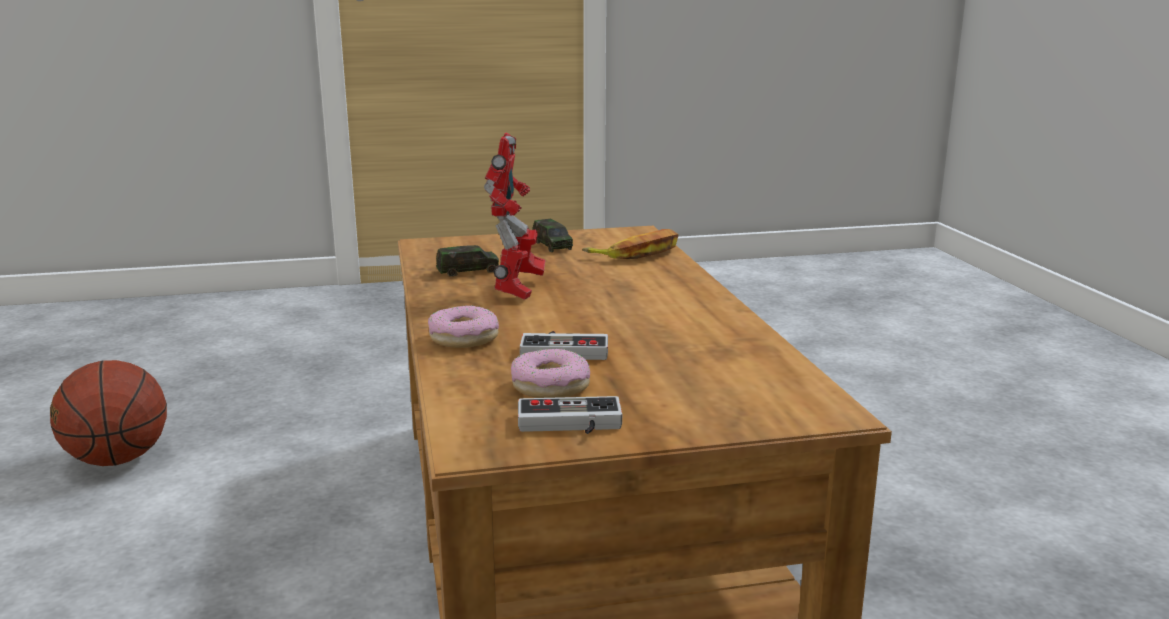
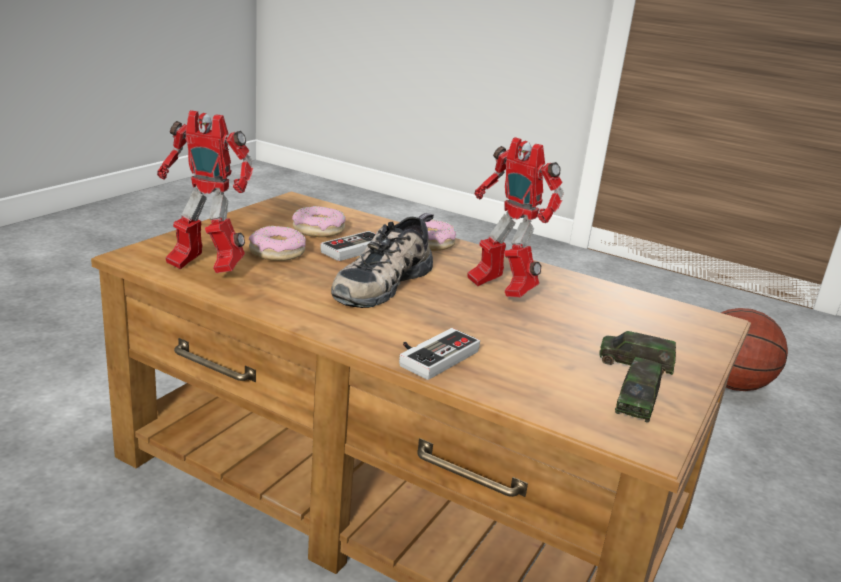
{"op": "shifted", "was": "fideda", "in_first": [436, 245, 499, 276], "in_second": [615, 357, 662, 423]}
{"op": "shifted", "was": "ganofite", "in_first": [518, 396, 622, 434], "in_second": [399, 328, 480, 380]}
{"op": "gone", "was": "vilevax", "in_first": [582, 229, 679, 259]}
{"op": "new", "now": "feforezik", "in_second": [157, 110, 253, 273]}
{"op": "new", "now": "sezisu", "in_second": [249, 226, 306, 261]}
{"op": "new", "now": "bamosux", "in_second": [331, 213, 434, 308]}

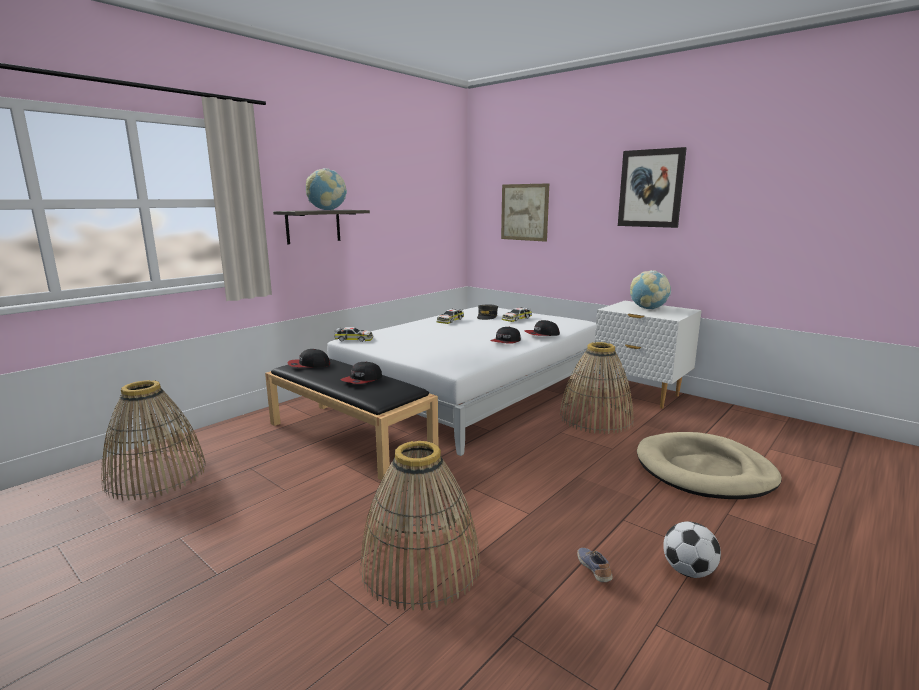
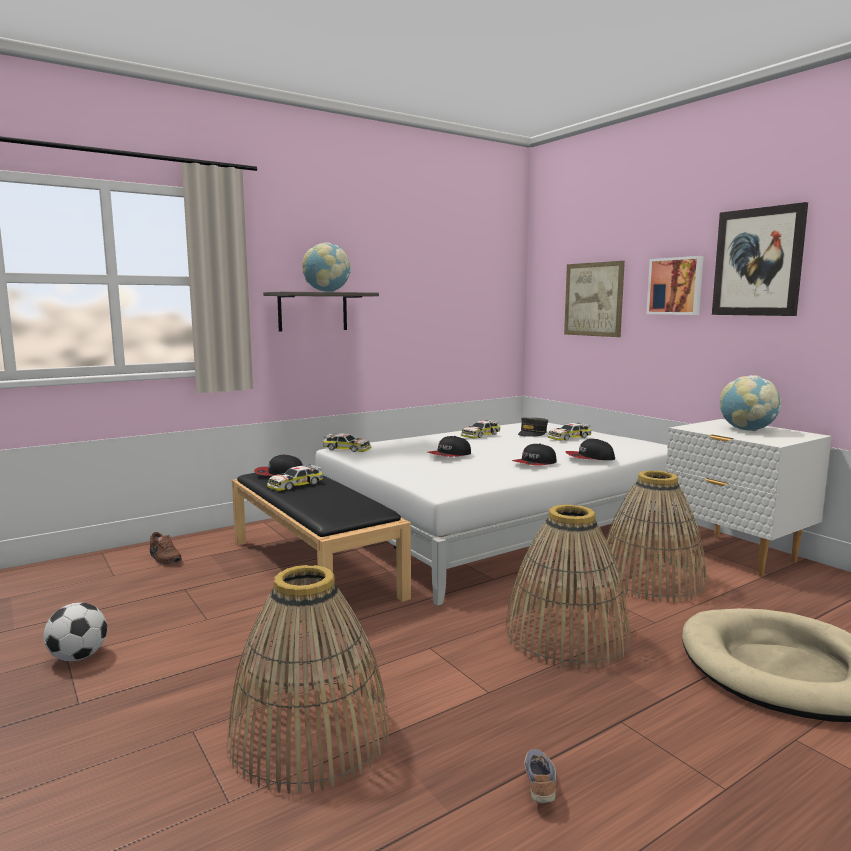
{"op": "shifted", "was": "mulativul", "in_first": [101, 380, 206, 500], "in_second": [505, 505, 631, 670]}
{"op": "shifted", "was": "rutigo", "in_first": [340, 362, 382, 384], "in_second": [427, 436, 471, 457]}
{"op": "shifted", "was": "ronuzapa", "in_first": [663, 521, 721, 578], "in_second": [43, 603, 107, 661]}
{"op": "new", "now": "bamosux (brown)", "in_second": [150, 532, 182, 564]}
{"op": "new", "now": "fideda", "in_second": [267, 464, 323, 491]}
{"op": "new", "now": "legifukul", "in_second": [646, 256, 704, 315]}

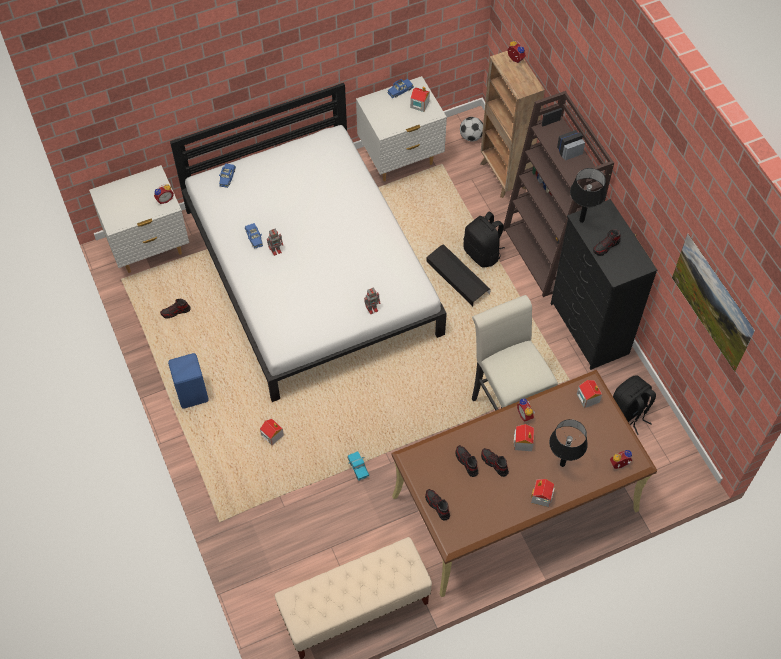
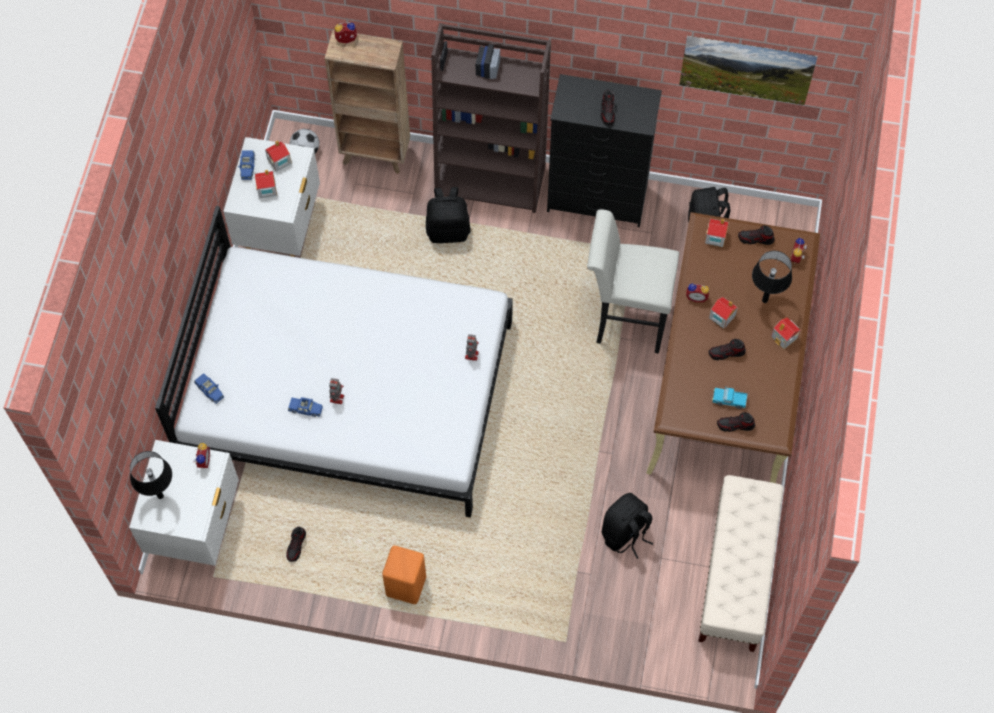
{"op": "repainted", "was": "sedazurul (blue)", "now": "sedazurul (orange)", "in_first": [168, 353, 209, 409], "in_second": [382, 545, 426, 604]}
{"op": "shifted", "was": "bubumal", "in_first": [260, 419, 284, 445], "in_second": [255, 170, 277, 199]}
{"op": "shifted", "was": "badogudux", "in_first": [348, 451, 370, 481], "in_second": [712, 386, 748, 409]}
{"op": "gone", "was": "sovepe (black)", "in_first": [426, 244, 491, 306]}
{"op": "shifted", "was": "bamosux", "in_first": [455, 445, 478, 477], "in_second": [738, 225, 775, 245]}
{"op": "shifted", "was": "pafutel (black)", "in_first": [570, 168, 606, 223], "in_second": [130, 451, 172, 499]}
{"op": "new", "now": "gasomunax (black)", "in_second": [602, 493, 653, 559]}

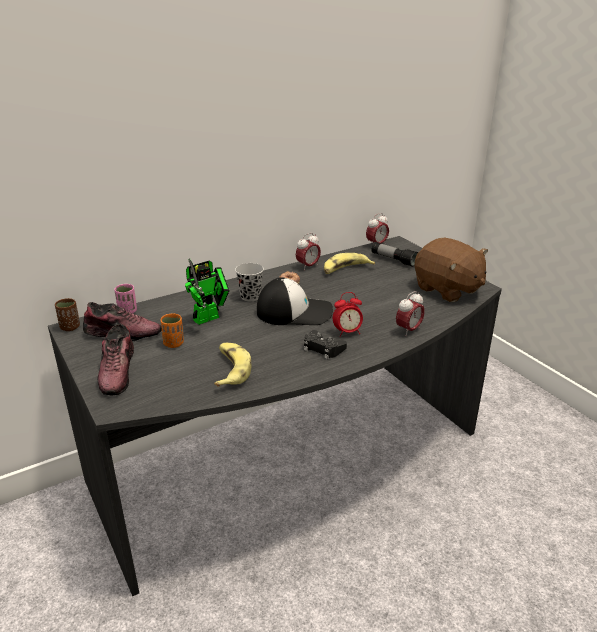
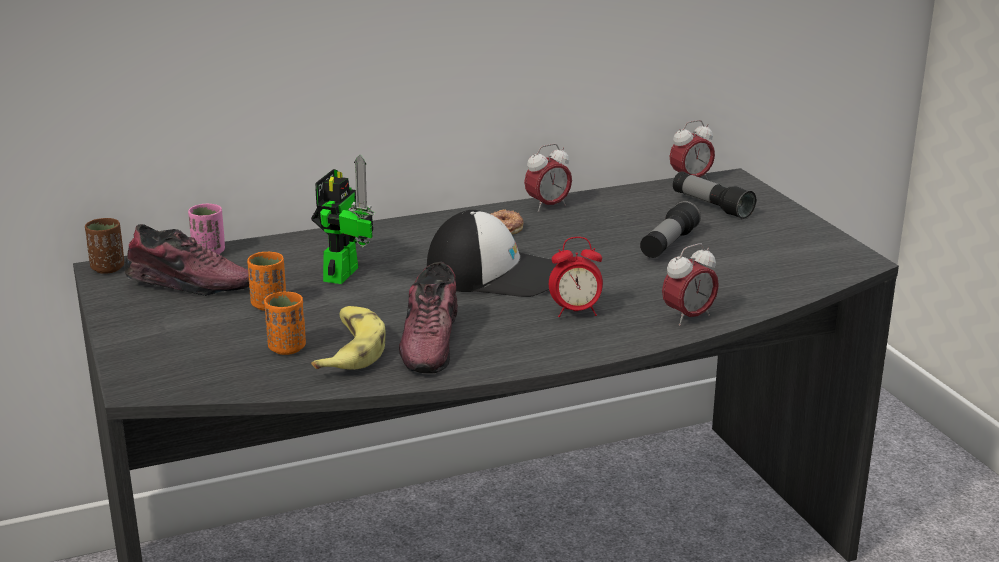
{"op": "shifted", "was": "bamosux", "in_first": [97, 323, 134, 395], "in_second": [399, 262, 458, 373]}
{"op": "rotated", "was": "feforezik", "in_first": [185, 258, 230, 325], "in_second": [311, 154, 375, 284], "clockwise": -45}
{"op": "gone", "was": "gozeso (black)", "in_first": [235, 263, 264, 301]}
{"op": "gone", "was": "ganofite (black)", "in_first": [304, 330, 347, 359]}
{"op": "gone", "was": "vilevax", "in_first": [324, 253, 375, 274]}
{"op": "gone", "was": "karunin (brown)", "in_first": [415, 237, 488, 302]}
{"op": "new", "now": "gozeso (orange)", "in_second": [264, 291, 306, 355]}
{"op": "new", "now": "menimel", "in_second": [640, 201, 701, 258]}

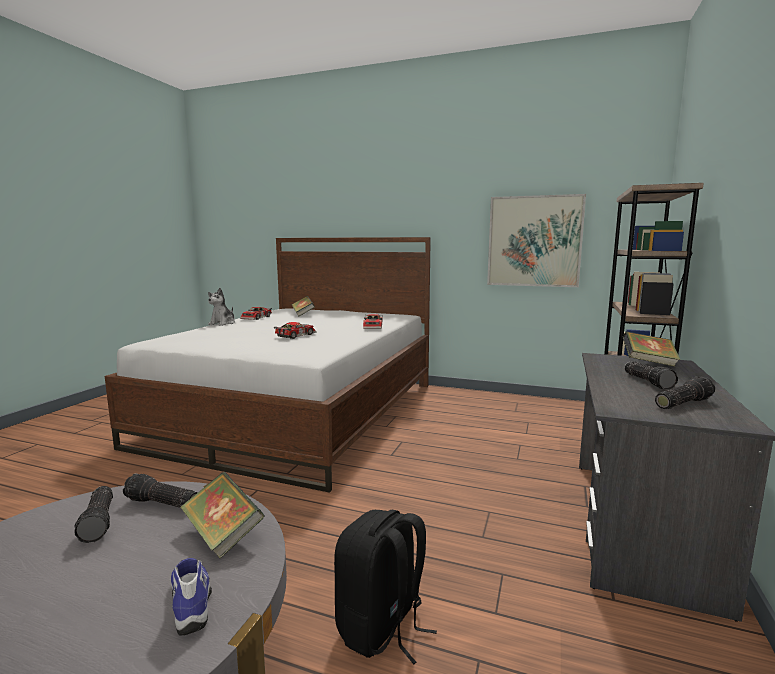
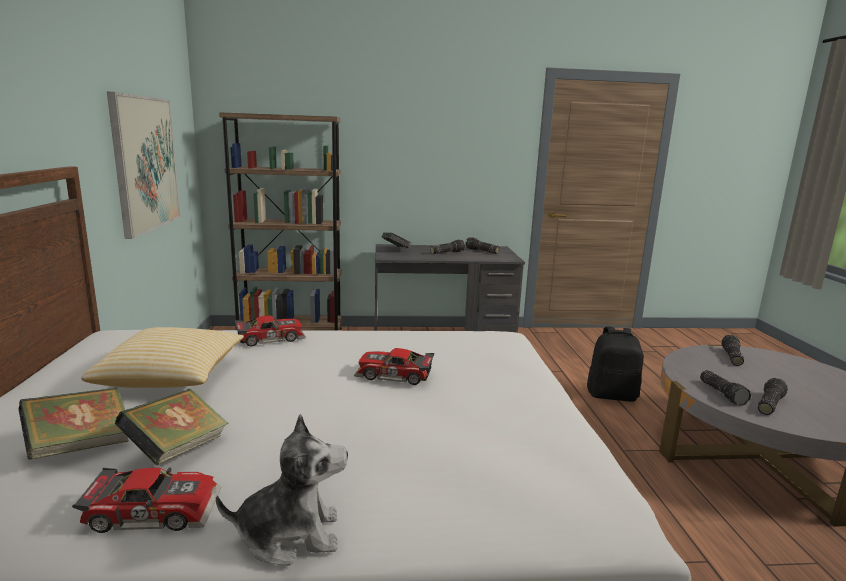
{"op": "swapped", "was": "bamosux", "now": "menimel", "in_first": [171, 558, 212, 636], "in_second": [722, 335, 744, 366]}
{"op": "shifted", "was": "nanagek", "in_first": [180, 472, 264, 559], "in_second": [115, 389, 228, 465]}
{"op": "new", "now": "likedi", "in_second": [81, 327, 244, 388]}

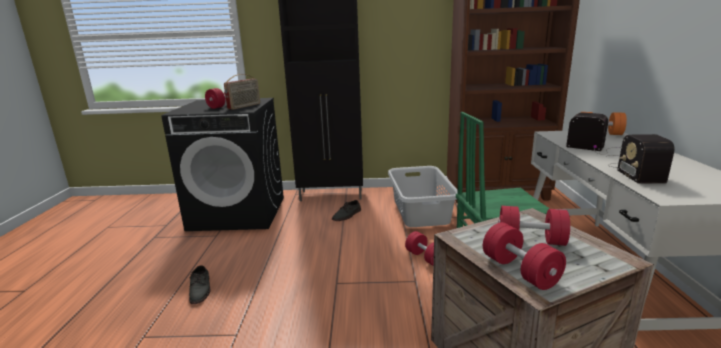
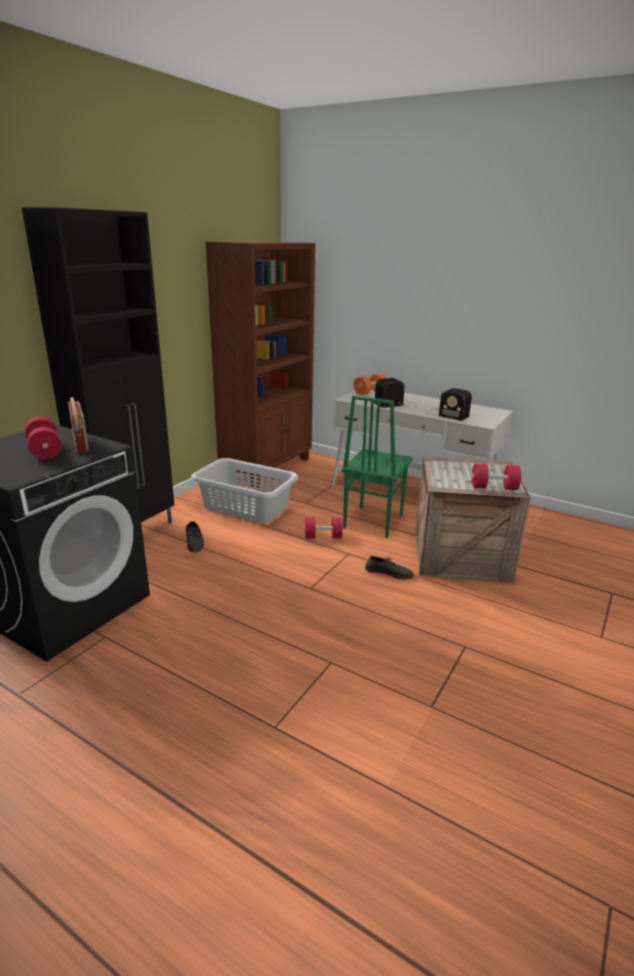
{"op": "shifted", "was": "bamosux (grey)", "in_first": [189, 265, 211, 304], "in_second": [365, 556, 414, 579]}
{"op": "gone", "was": "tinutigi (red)", "in_first": [498, 206, 570, 246]}

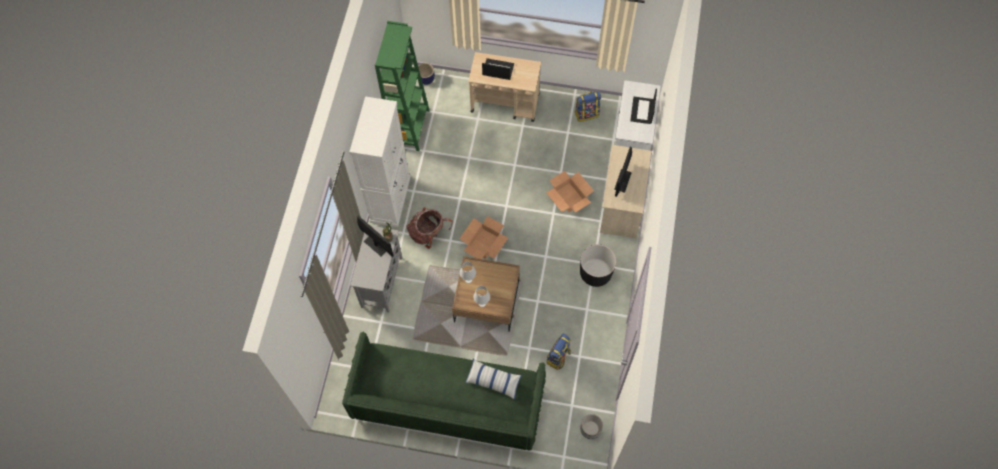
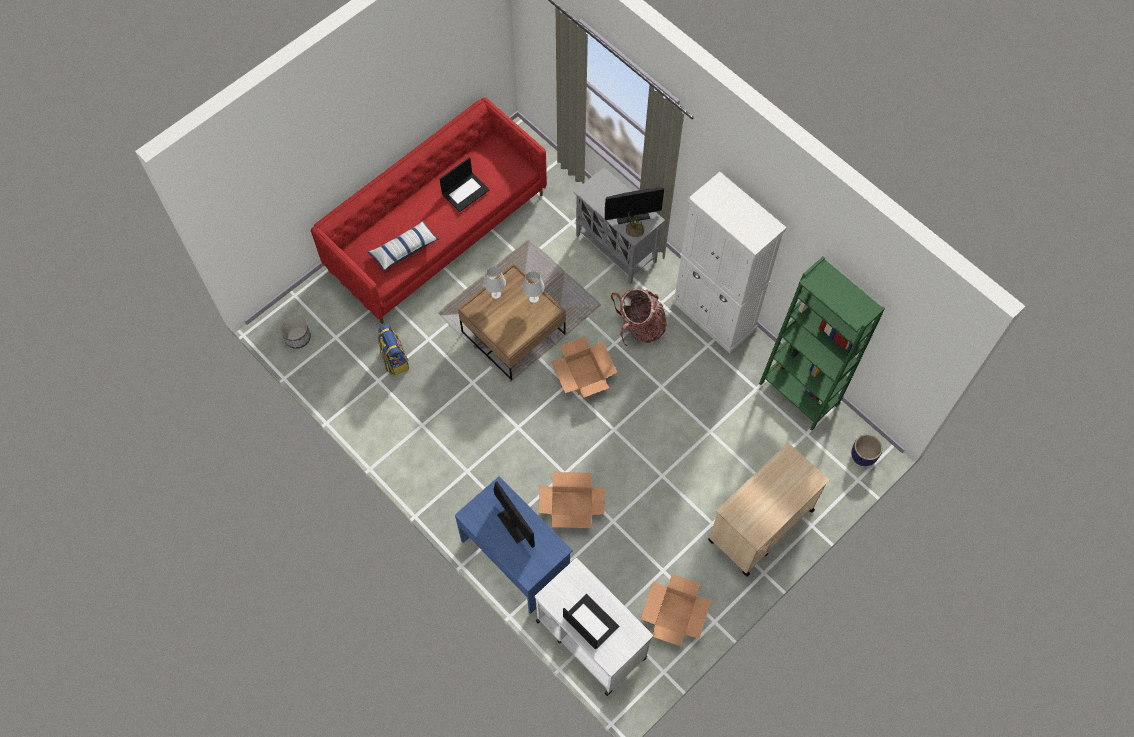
{"op": "repainted", "was": "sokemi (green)", "now": "sokemi (red)", "in_first": [342, 331, 546, 451], "in_second": [311, 98, 547, 324]}
{"op": "shifted", "was": "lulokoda", "in_first": [482, 58, 514, 80], "in_second": [440, 157, 489, 212]}
{"op": "swapped", "was": "gasomunax", "now": "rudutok", "in_first": [575, 91, 601, 122], "in_second": [640, 574, 711, 646]}
{"op": "gone", "was": "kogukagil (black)", "in_first": [580, 244, 616, 287]}
{"op": "repainted", "was": "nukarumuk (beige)", "now": "nukarumuk (blue)", "in_first": [600, 145, 651, 238], "in_second": [455, 476, 573, 614]}

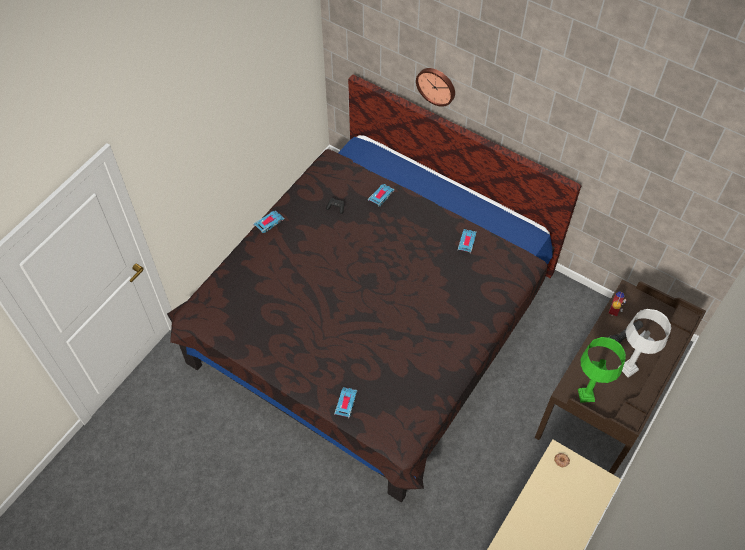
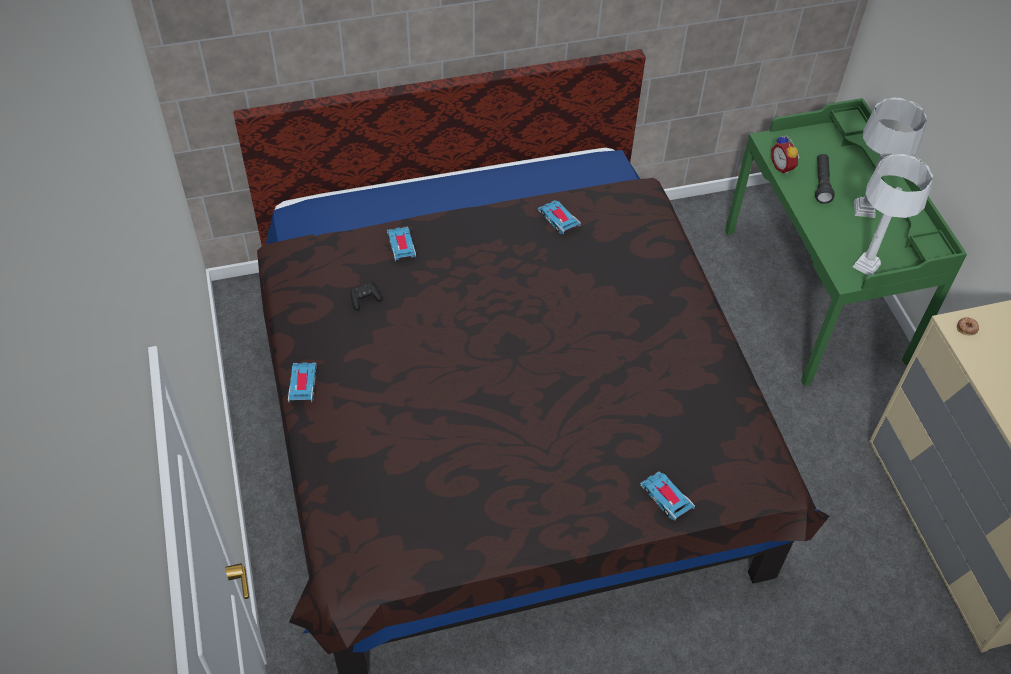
{"op": "gone", "was": "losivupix", "in_first": [416, 68, 455, 107]}
{"op": "repainted", "was": "nukarumuk (brown)", "now": "nukarumuk (green)", "in_first": [535, 279, 706, 475], "in_second": [725, 98, 967, 386]}
{"op": "repainted", "was": "pafutel (green)", "now": "pafutel (white)", "in_first": [578, 337, 626, 403], "in_second": [853, 154, 933, 276]}

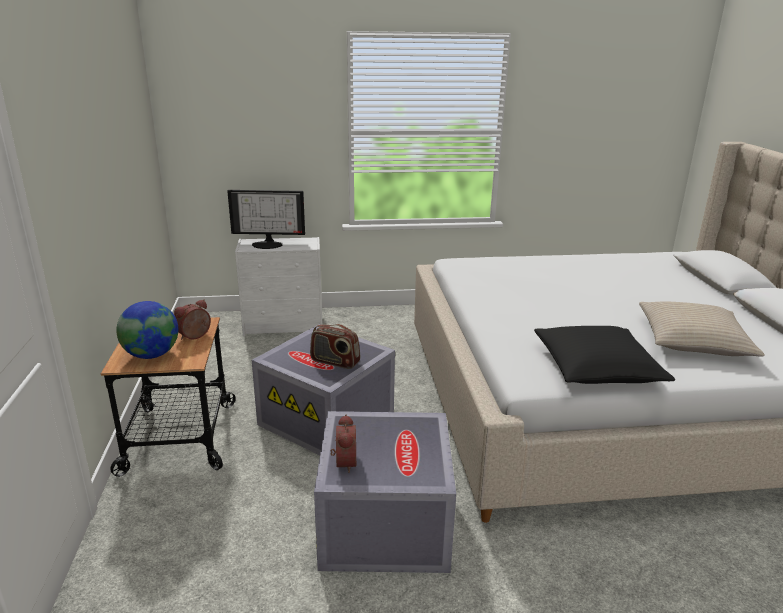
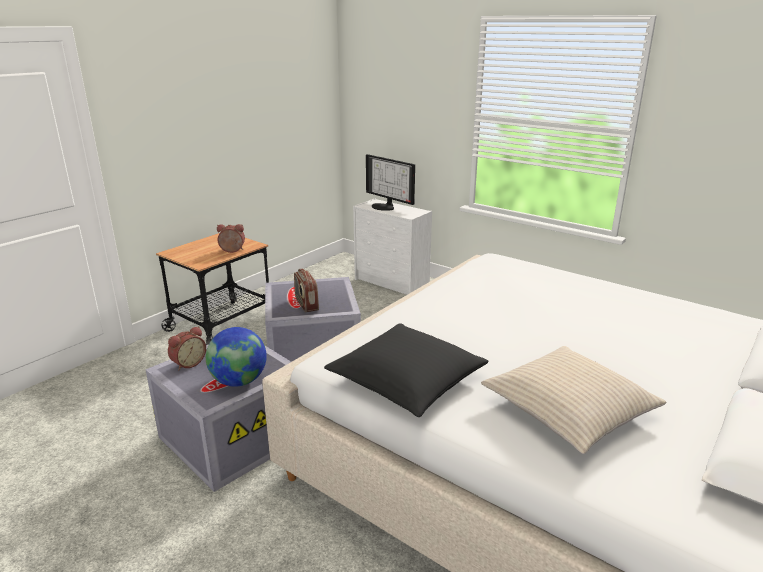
{"op": "shifted", "was": "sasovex", "in_first": [116, 301, 178, 359], "in_second": [206, 327, 267, 387]}

